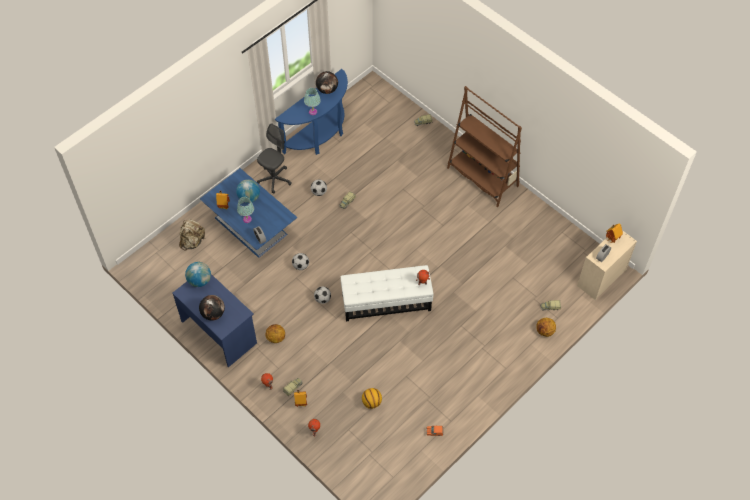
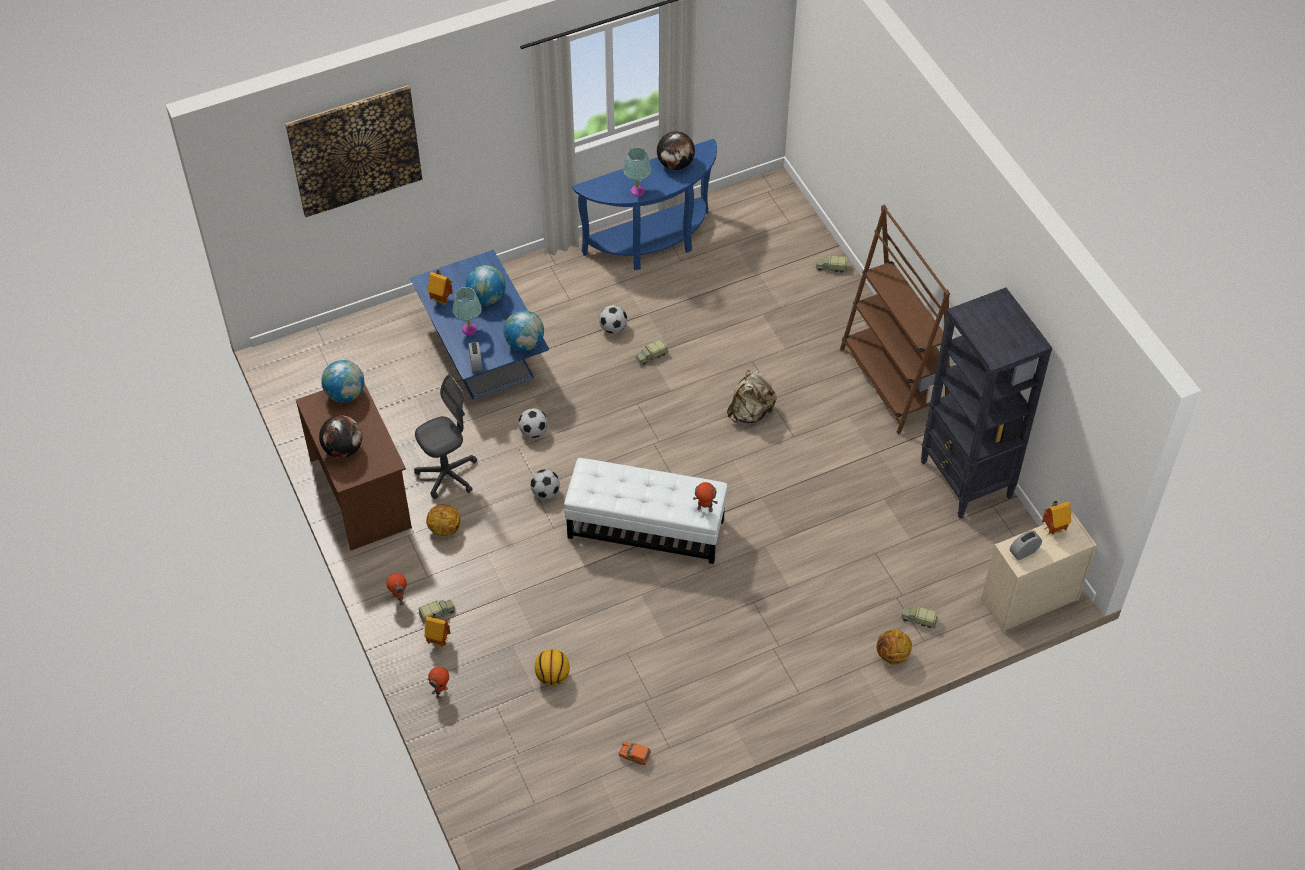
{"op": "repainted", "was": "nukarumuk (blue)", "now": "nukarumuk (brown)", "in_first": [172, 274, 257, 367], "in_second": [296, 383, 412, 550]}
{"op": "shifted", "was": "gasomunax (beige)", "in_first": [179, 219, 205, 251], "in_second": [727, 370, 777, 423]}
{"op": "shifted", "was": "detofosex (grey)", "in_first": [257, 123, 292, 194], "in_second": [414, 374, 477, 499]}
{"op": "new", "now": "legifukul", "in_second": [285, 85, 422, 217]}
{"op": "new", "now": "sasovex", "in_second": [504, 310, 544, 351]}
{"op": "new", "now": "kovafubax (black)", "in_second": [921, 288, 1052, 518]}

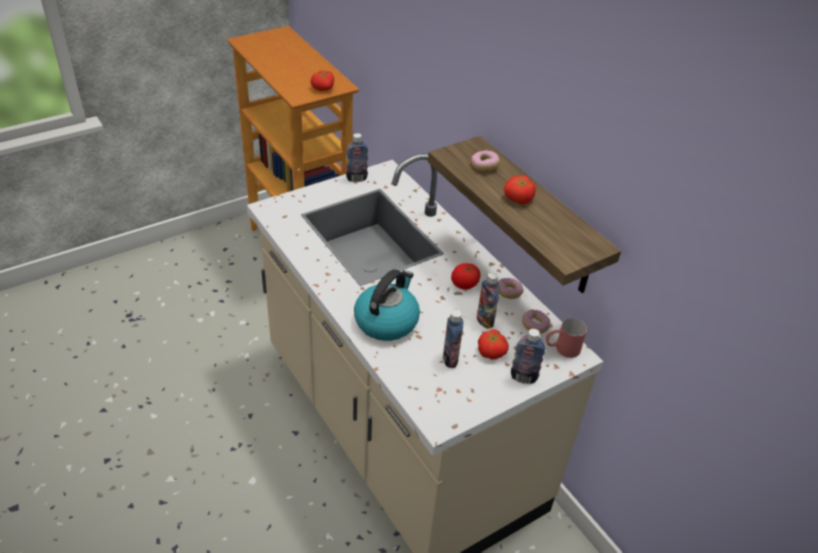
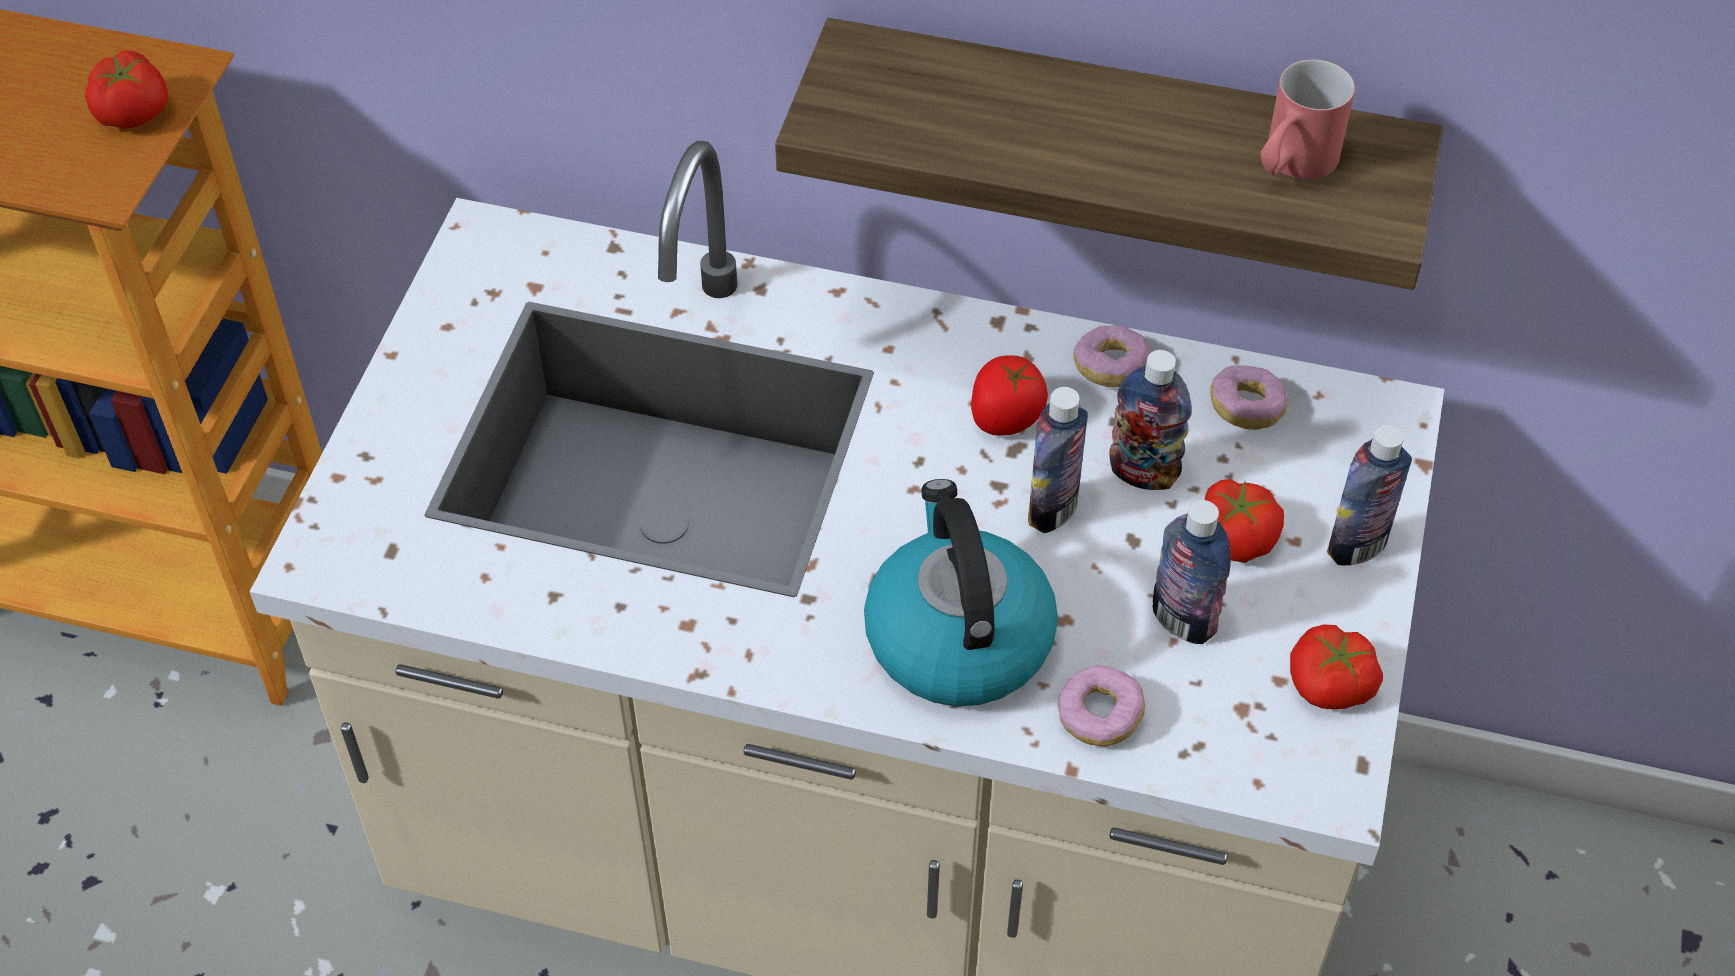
{"op": "shifted", "was": "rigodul", "in_first": [346, 133, 368, 182], "in_second": [1028, 387, 1088, 533]}
{"op": "shifted", "was": "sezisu", "in_first": [471, 150, 500, 171], "in_second": [1058, 665, 1145, 747]}
{"op": "shifted", "was": "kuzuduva", "in_first": [504, 175, 536, 204], "in_second": [1290, 625, 1383, 710]}
{"op": "shifted", "was": "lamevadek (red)", "in_first": [546, 318, 587, 358], "in_second": [1260, 59, 1355, 180]}

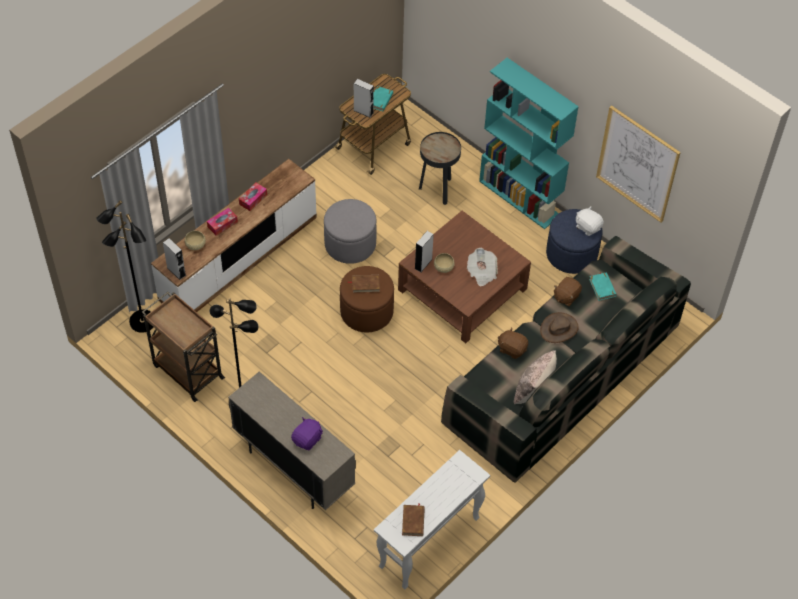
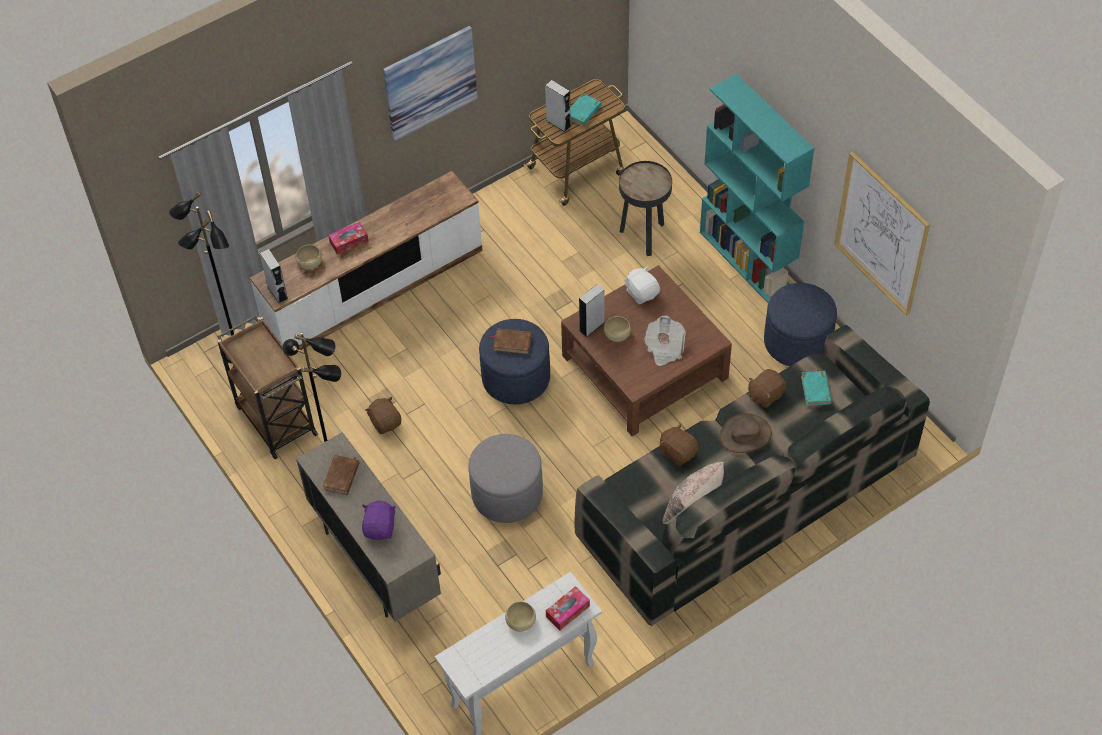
{"op": "shifted", "was": "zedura", "in_first": [239, 183, 267, 211], "in_second": [546, 586, 590, 630]}
{"op": "rotated", "was": "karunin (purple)", "in_first": [291, 417, 323, 450], "in_second": [362, 501, 396, 540], "clockwise": -45}
{"op": "shifted", "was": "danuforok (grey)", "in_first": [324, 199, 377, 264], "in_second": [468, 434, 543, 523]}
{"op": "repainted", "was": "danuforok (brown)", "now": "danuforok (blue)", "in_first": [340, 266, 394, 332], "in_second": [479, 319, 550, 404]}
{"op": "shifted", "was": "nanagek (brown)", "in_first": [402, 504, 425, 536], "in_second": [322, 455, 359, 495]}
{"op": "shifted", "was": "karunin (white)", "in_first": [576, 207, 604, 236], "in_second": [624, 266, 660, 304]}
{"op": "new", "now": "karunin (brown)", "in_second": [365, 396, 401, 434]}
{"op": "new", "now": "legifukul", "in_second": [383, 26, 477, 141]}
{"op": "new", "now": "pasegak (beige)", "in_second": [505, 601, 536, 632]}

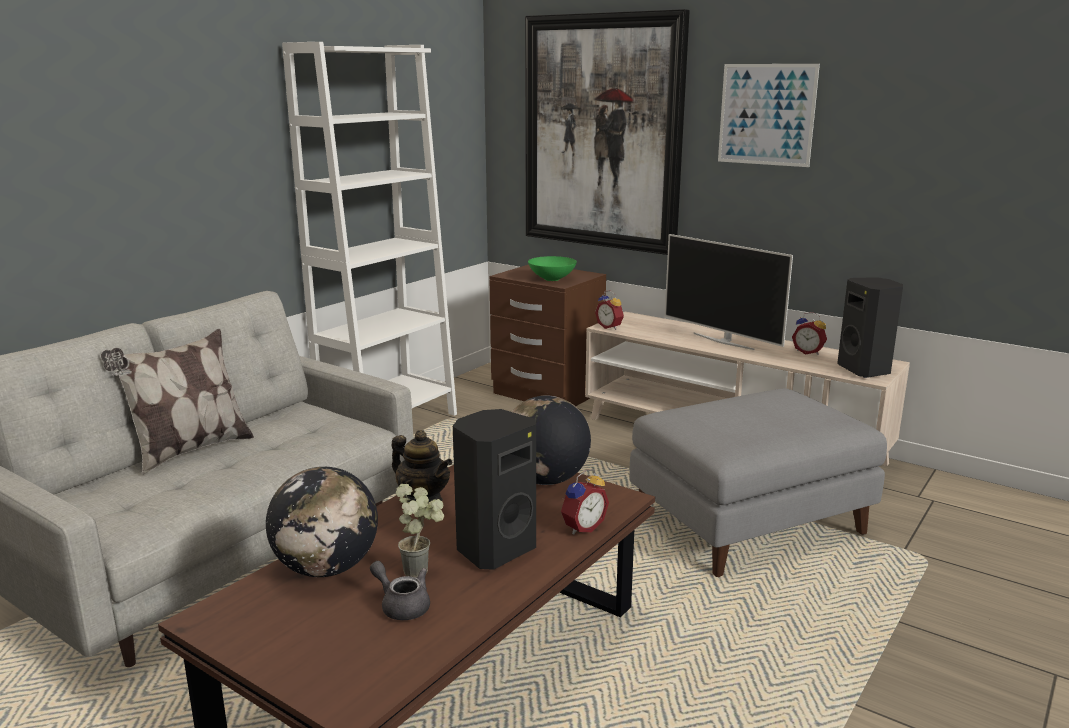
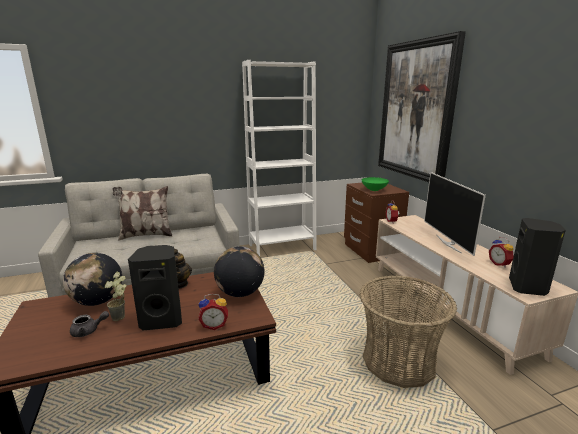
{"op": "rotated", "was": "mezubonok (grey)", "in_first": [370, 561, 430, 620], "in_second": [70, 311, 109, 337], "clockwise": 90}
{"op": "swapped", "was": "danuforok (grey)", "now": "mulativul", "in_first": [630, 388, 887, 577], "in_second": [360, 276, 457, 388]}
{"op": "gone", "was": "legifukul", "in_first": [718, 64, 820, 167]}

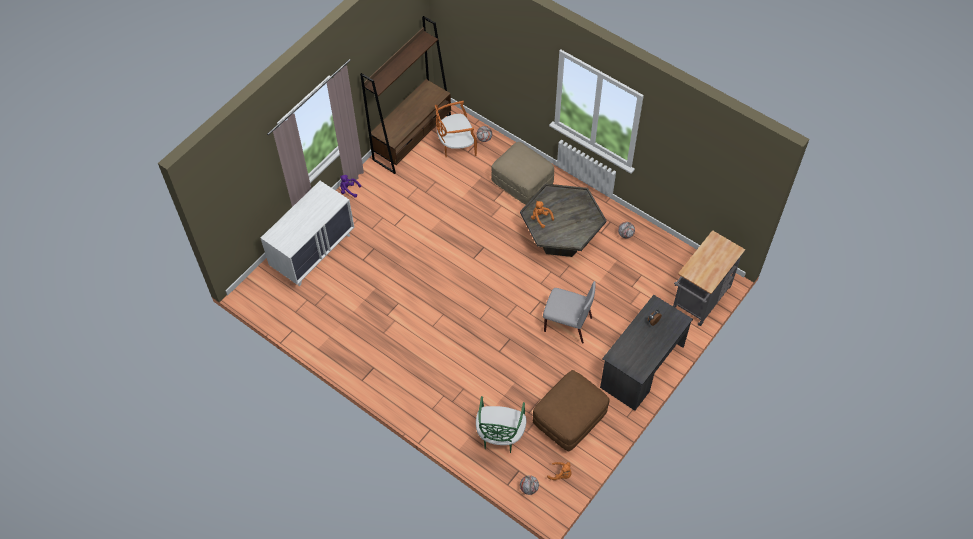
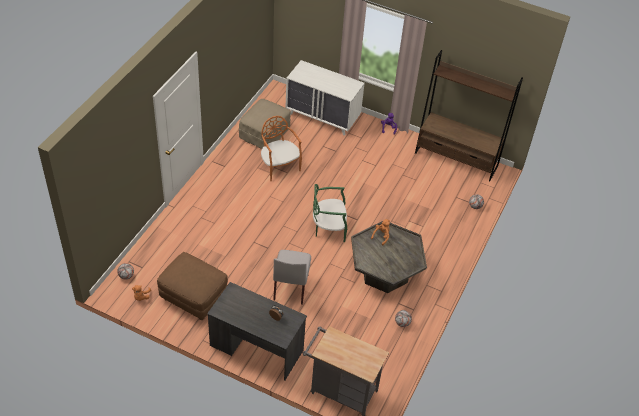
{"op": "shifted", "was": "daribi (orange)", "in_first": [435, 101, 477, 157], "in_second": [261, 116, 302, 181]}
{"op": "shifted", "was": "daribi (green)", "in_first": [476, 396, 527, 453], "in_second": [313, 184, 347, 242]}
{"op": "shifted", "was": "danuforok (beige)", "in_first": [491, 142, 554, 205], "in_second": [239, 99, 291, 149]}

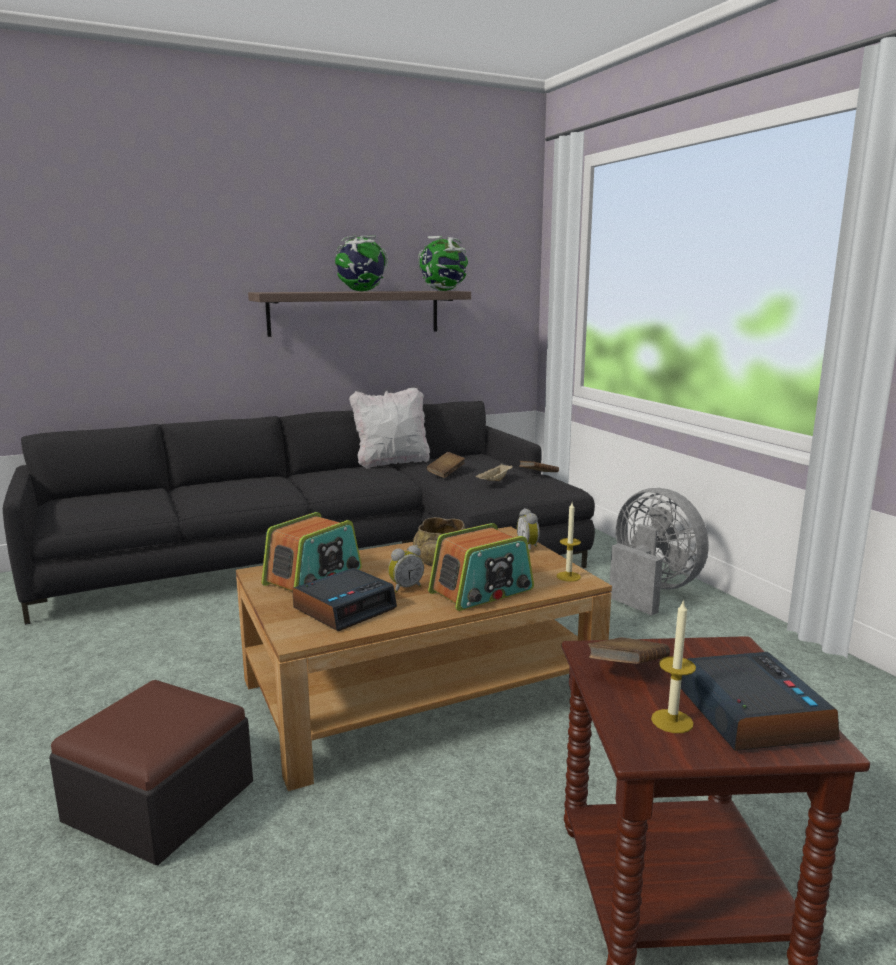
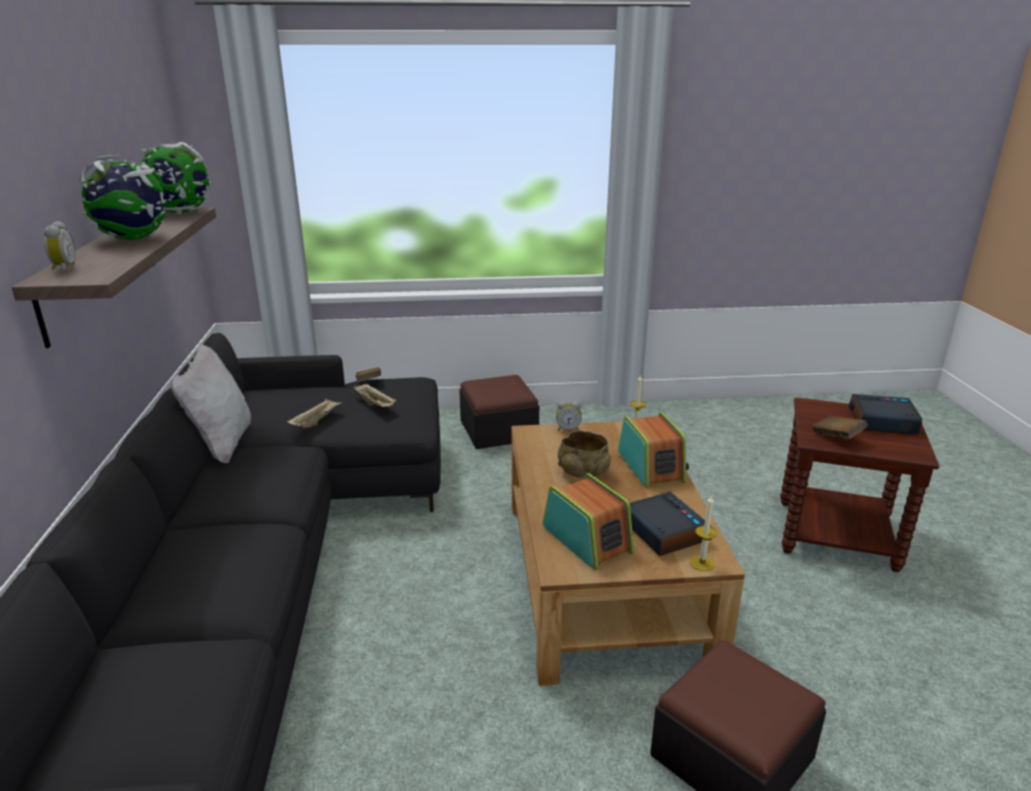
{"op": "shifted", "was": "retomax", "in_first": [388, 545, 424, 593], "in_second": [44, 221, 75, 272]}
{"op": "swapped", "was": "nanagek (brown)", "now": "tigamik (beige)", "in_first": [426, 452, 465, 478], "in_second": [287, 398, 341, 428]}
{"op": "swapped", "was": "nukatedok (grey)", "now": "danuforok", "in_first": [610, 488, 709, 616], "in_second": [459, 375, 539, 449]}
{"op": "shifted", "was": "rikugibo", "in_first": [651, 599, 696, 733], "in_second": [690, 496, 717, 571]}

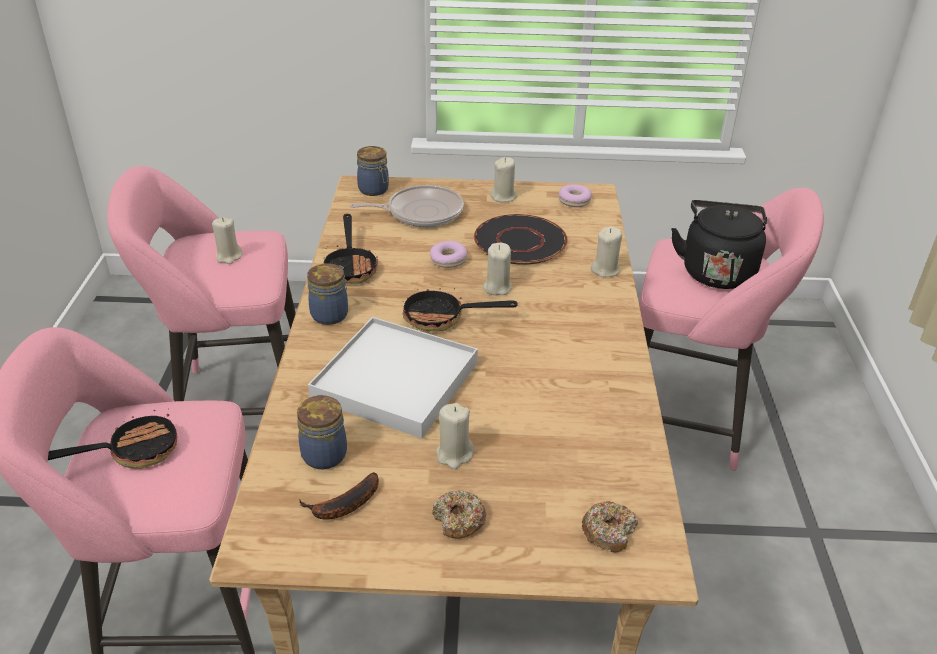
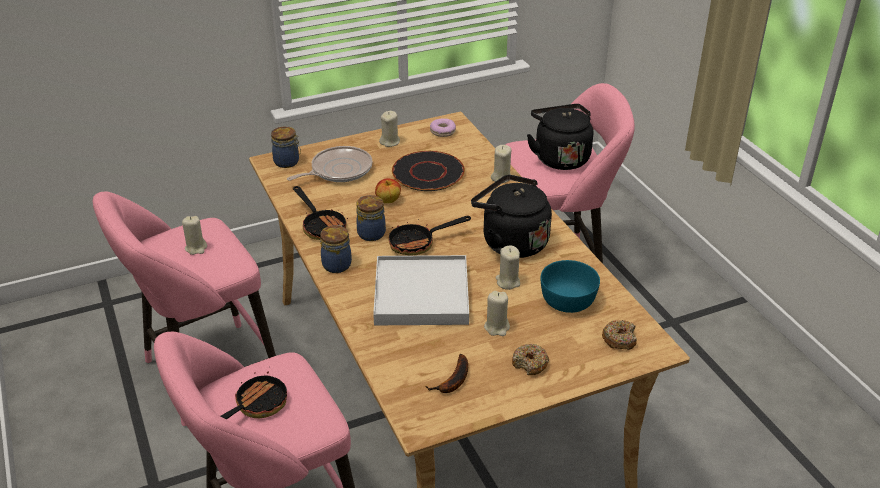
{"op": "shifted", "was": "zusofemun", "in_first": [297, 394, 347, 469], "in_second": [356, 195, 386, 241]}
{"op": "swapped", "was": "sezisu", "now": "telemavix", "in_first": [430, 241, 467, 268], "in_second": [375, 178, 401, 203]}
{"op": "shifted", "was": "rikugibo (beige)", "in_first": [483, 243, 512, 295], "in_second": [496, 245, 520, 290]}
{"op": "new", "now": "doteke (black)", "in_second": [471, 175, 552, 258]}
{"op": "new", "now": "pasegak (turquoise)", "in_second": [541, 260, 600, 313]}

